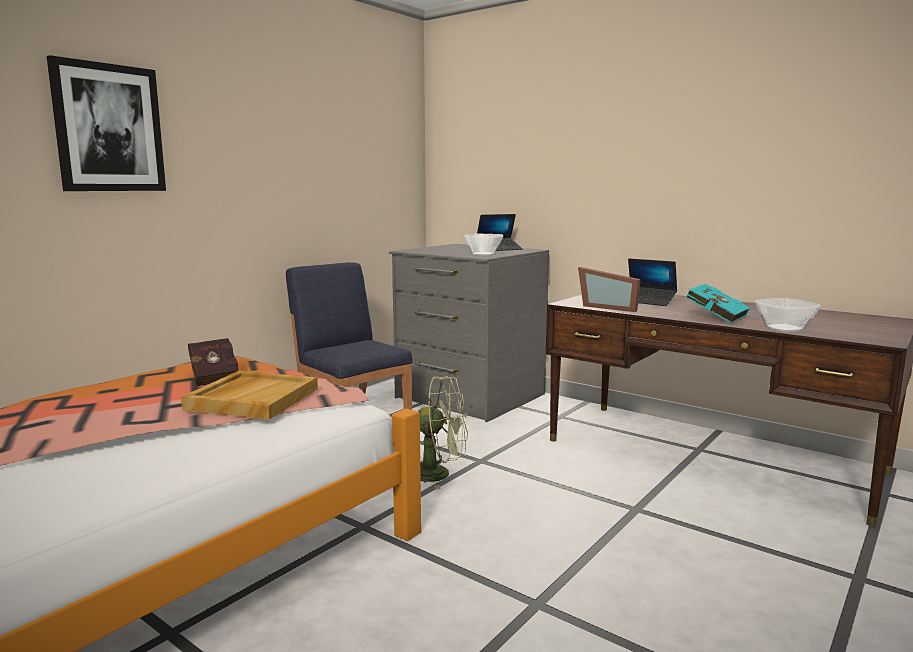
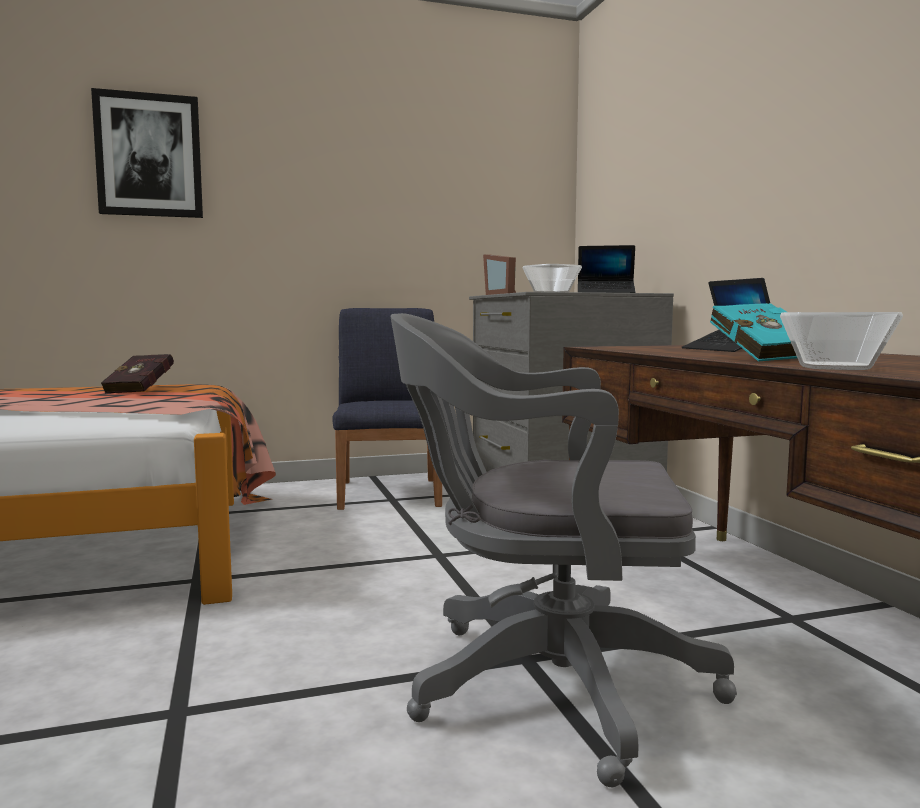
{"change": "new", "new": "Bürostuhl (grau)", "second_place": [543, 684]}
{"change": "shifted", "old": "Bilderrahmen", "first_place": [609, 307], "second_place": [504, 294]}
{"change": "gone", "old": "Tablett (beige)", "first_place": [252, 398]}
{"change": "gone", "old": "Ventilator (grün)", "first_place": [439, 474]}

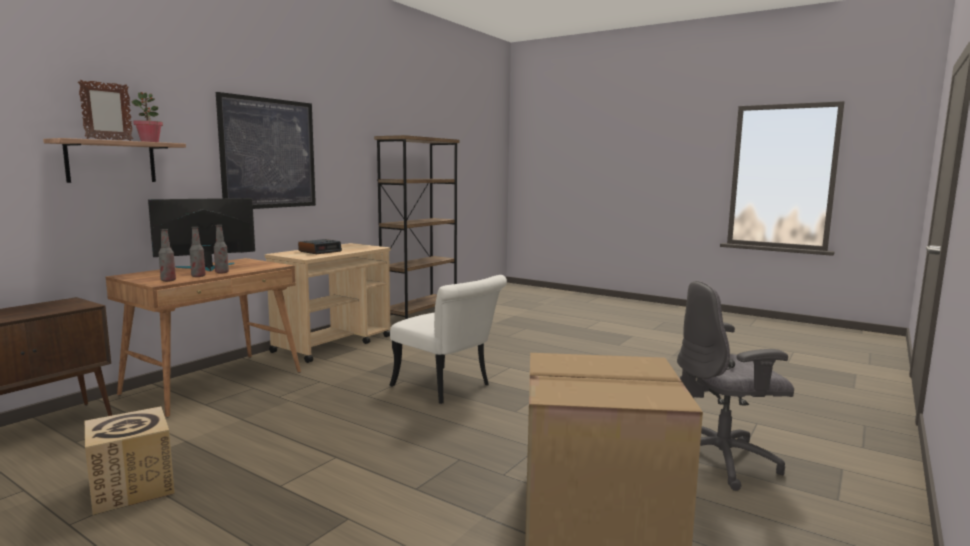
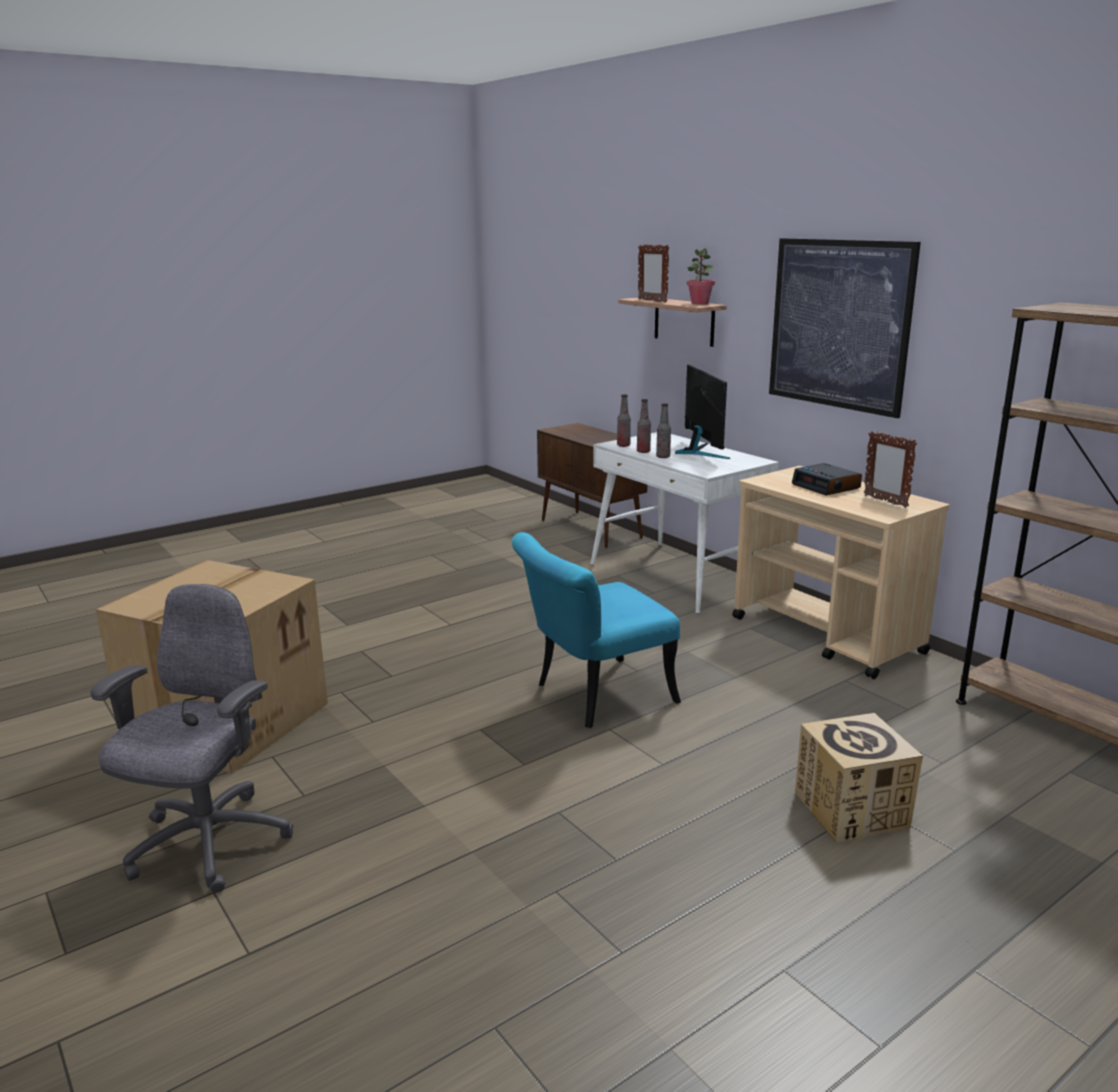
{"change": "repainted", "old": "Stuhl (weiß)", "new": "Stuhl (türkis)", "first_place": [448, 387], "second_place": [593, 697]}
{"change": "repainted", "old": "Schreibtisch (braun)", "new": "Schreibtisch (weiß)", "first_place": [214, 383], "second_place": [678, 576]}
{"change": "shifted", "old": "Karton", "first_place": [132, 488], "second_place": [851, 810]}
{"change": "new", "new": "Bilderrahmen", "second_place": [885, 501]}

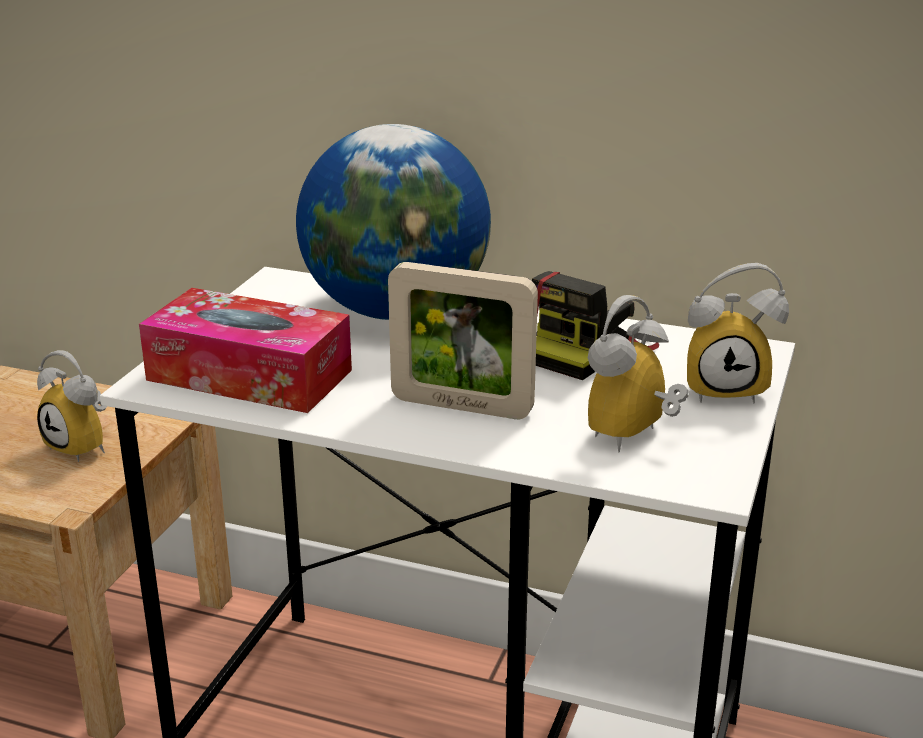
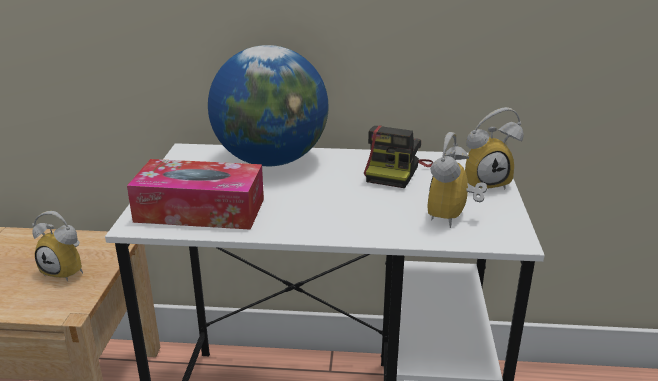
{"change": "gone", "old": "Bilderrahmen", "first_place": [461, 406]}

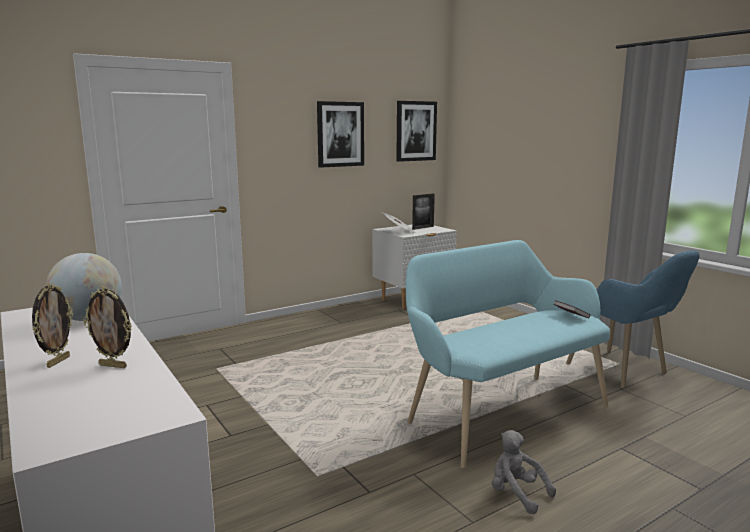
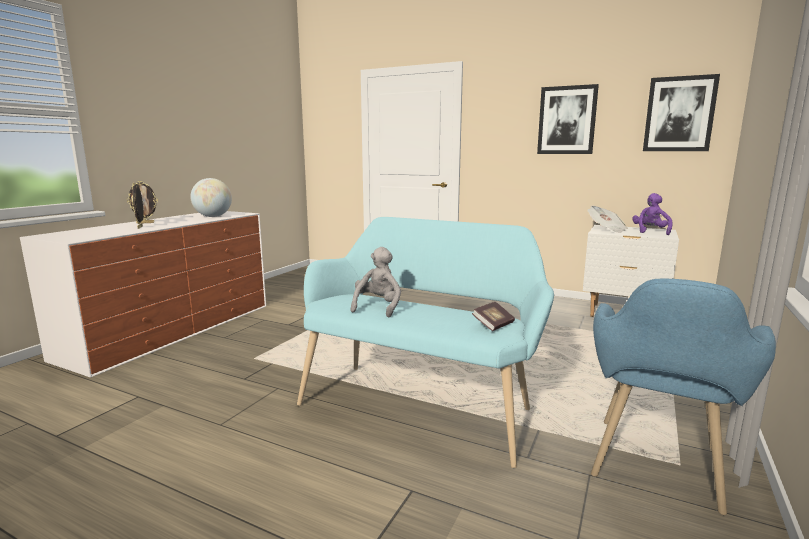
{"change": "shifted", "old": "Plüschtier (grau)", "first_place": [516, 494], "second_place": [378, 307]}
{"change": "swapped", "old": "Bilderrahmen", "new": "Plüschtier (lila)", "first_place": [423, 227], "second_place": [650, 232]}

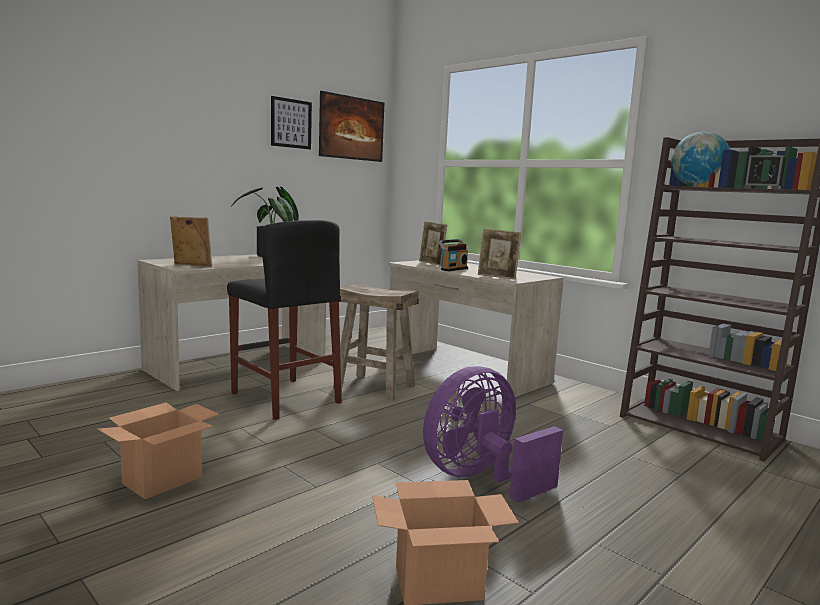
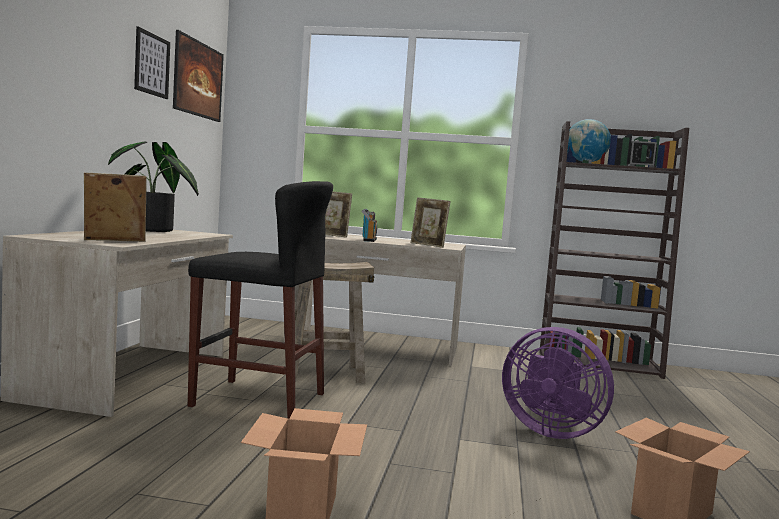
{"change": "rotated", "old": "Bilderrahmen", "first_place": [497, 277], "second_place": [428, 245], "degrees": 45}
{"change": "rotated", "old": "Ventilator (lila)", "first_place": [481, 478], "second_place": [551, 431], "degrees": -75}

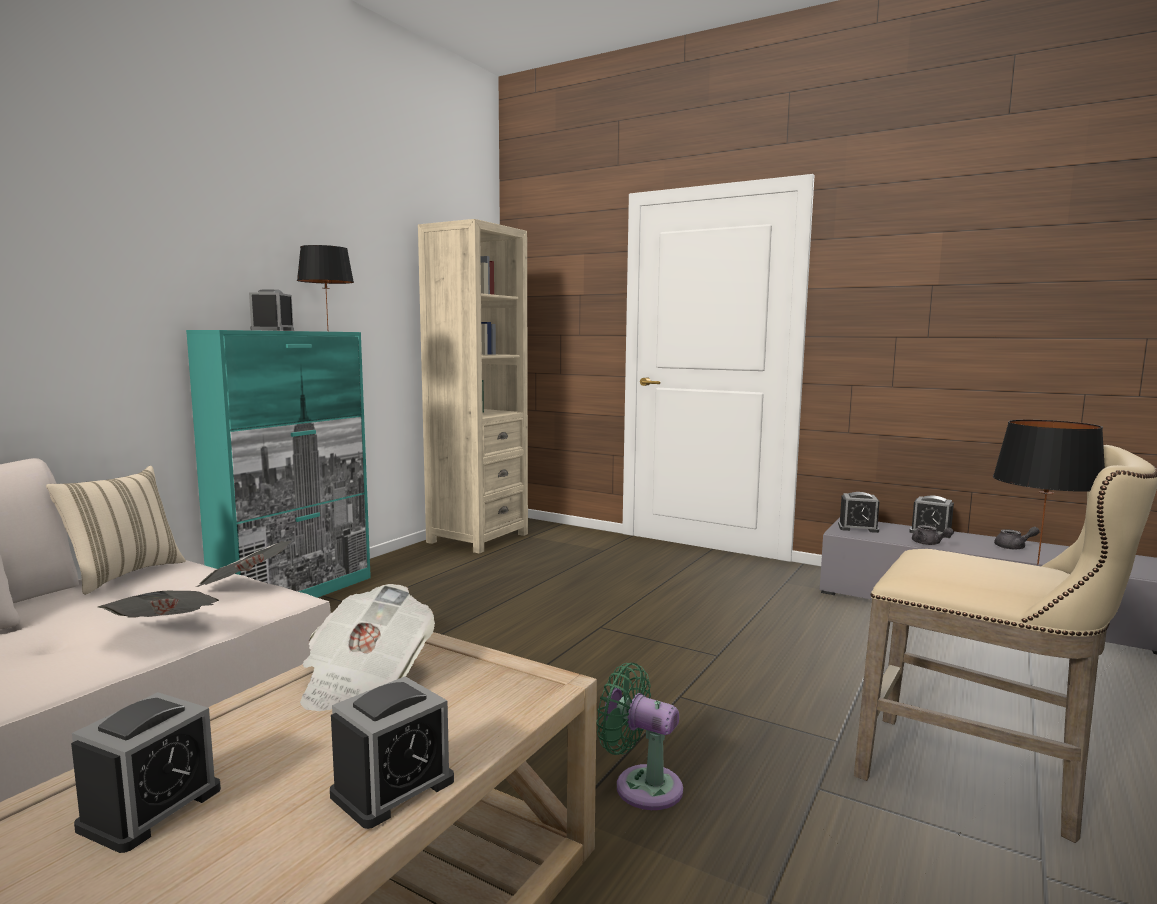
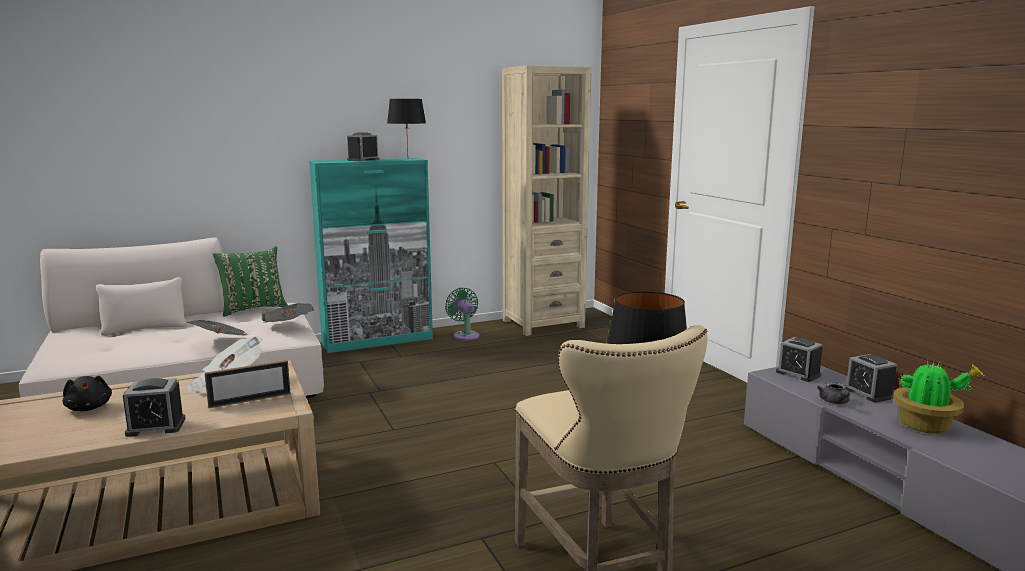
{"change": "swapped", "old": "Wecker", "new": "Plüschtier (schwarz)", "first_place": [151, 808], "second_place": [89, 408]}
{"change": "new", "new": "Bilderrahmen", "second_place": [250, 400]}
{"change": "repainted", "old": "Kissen (beige)", "new": "Kissen (grün)", "first_place": [123, 575], "second_place": [253, 309]}
{"change": "shifted", "old": "Ventilator (grün)", "first_place": [642, 785], "second_place": [465, 335]}
{"change": "swapped", "old": "Teekanne (grau)", "new": "Topfpflanze", "first_place": [1014, 547], "second_place": [927, 426]}

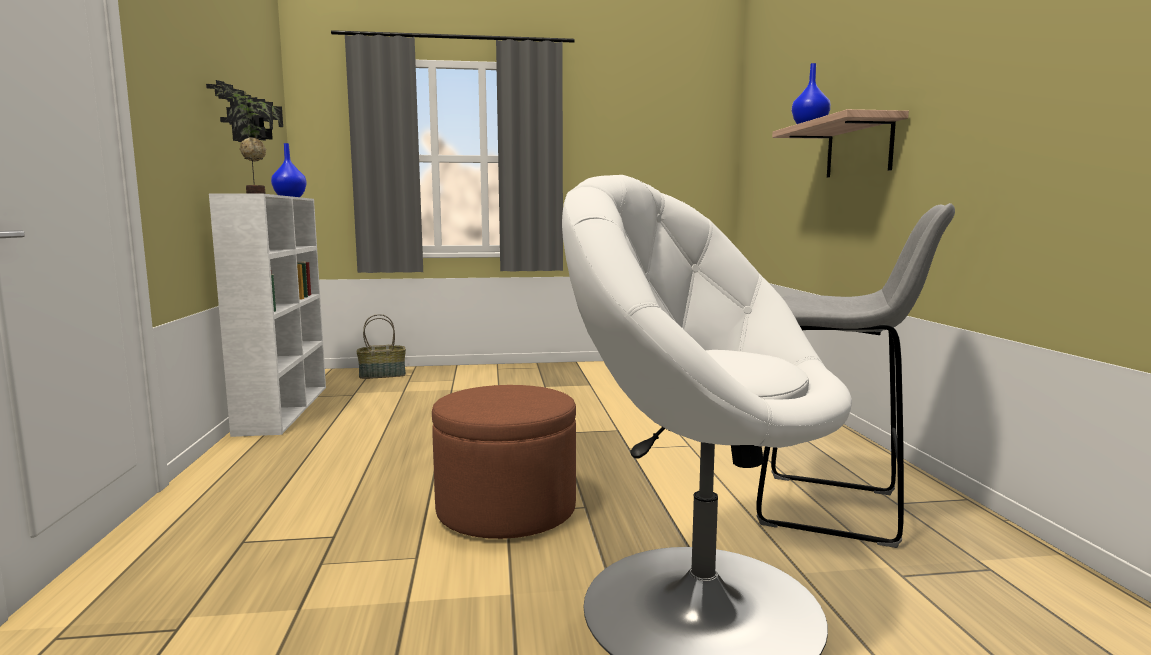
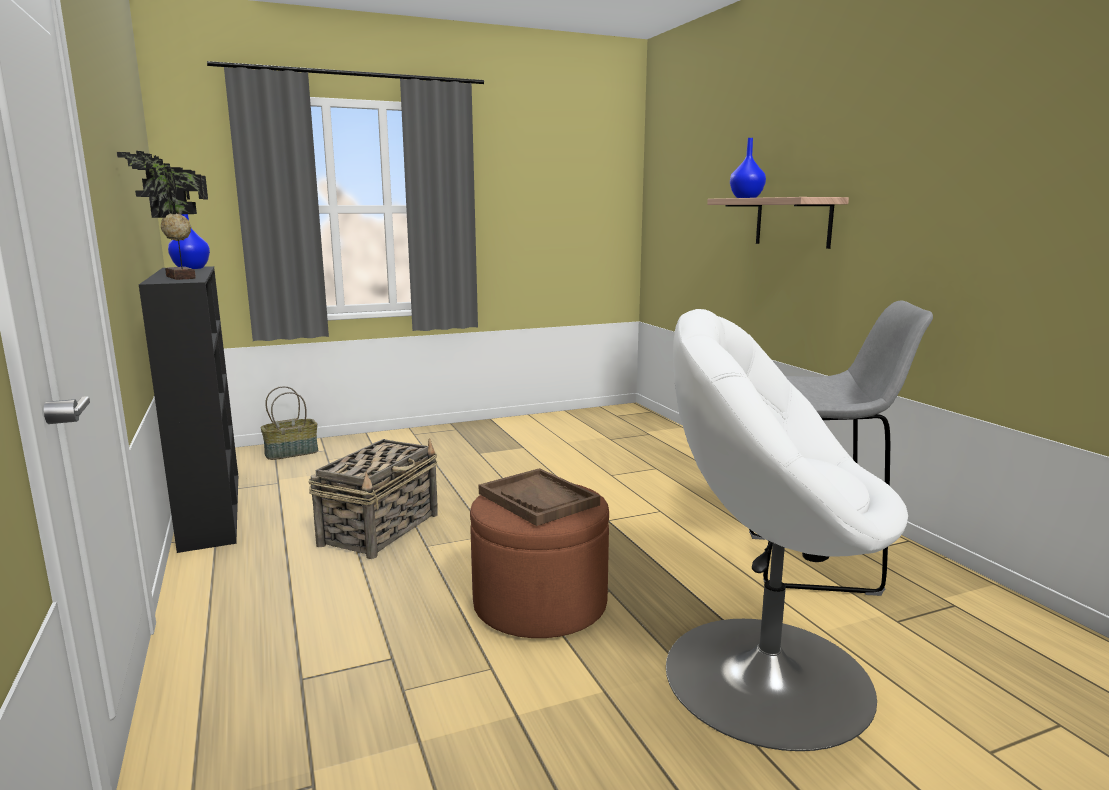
{"change": "repainted", "old": "Bücherregal (weiß)", "new": "Bücherregal (schwarz)", "first_place": [284, 408], "second_place": [211, 509]}
{"change": "new", "new": "Korb", "second_place": [381, 529]}
{"change": "new", "new": "Tablett (braun)", "second_place": [538, 499]}

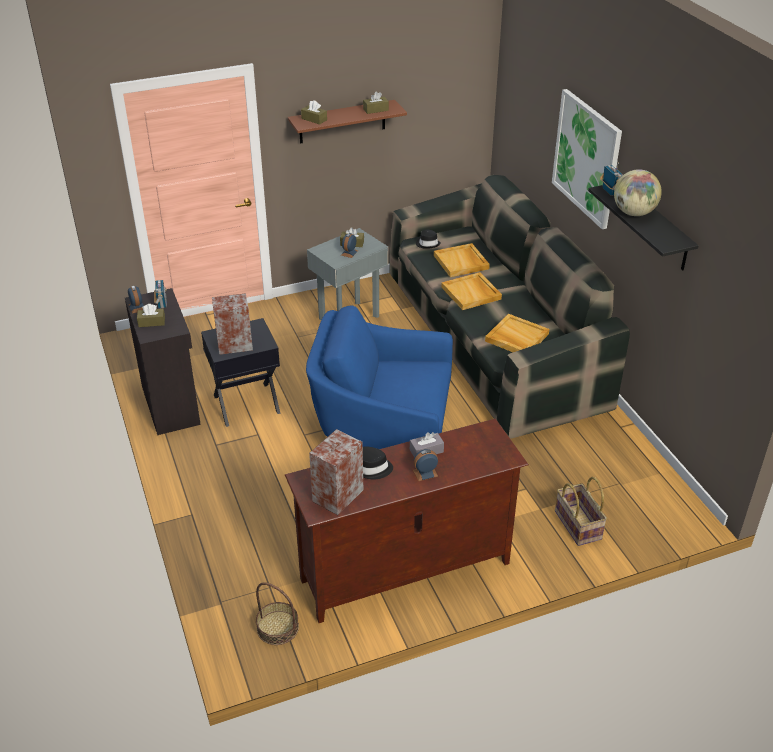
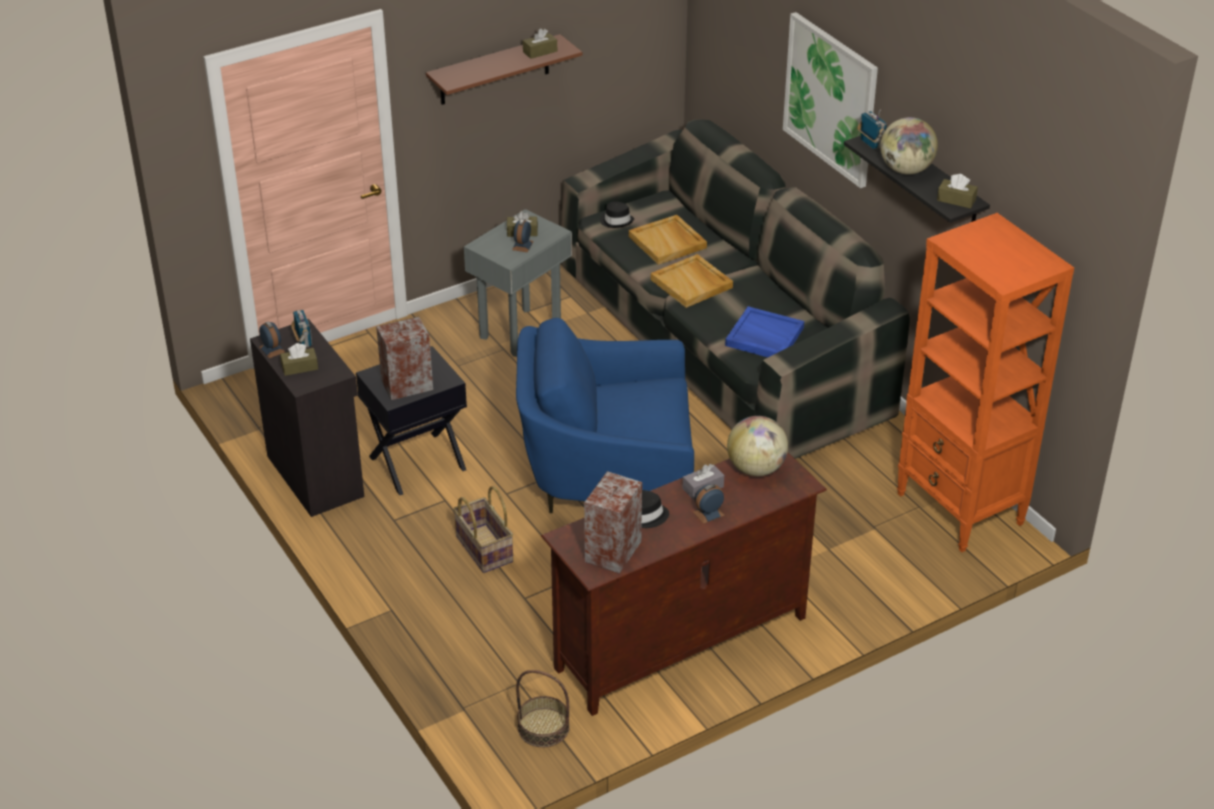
{"change": "shifted", "old": "Korb", "first_place": [577, 525], "second_place": [483, 549]}
{"change": "repainted", "old": "Tablett (beige)", "new": "Tablett (blau)", "first_place": [516, 337], "second_place": [763, 337]}
{"change": "new", "new": "Globus", "second_place": [756, 468]}
{"change": "new", "new": "Bücherregal (orange)", "second_place": [960, 510]}
{"change": "shifted", "old": "Taschentuchbox (braun)", "first_place": [314, 119], "second_place": [956, 200]}

